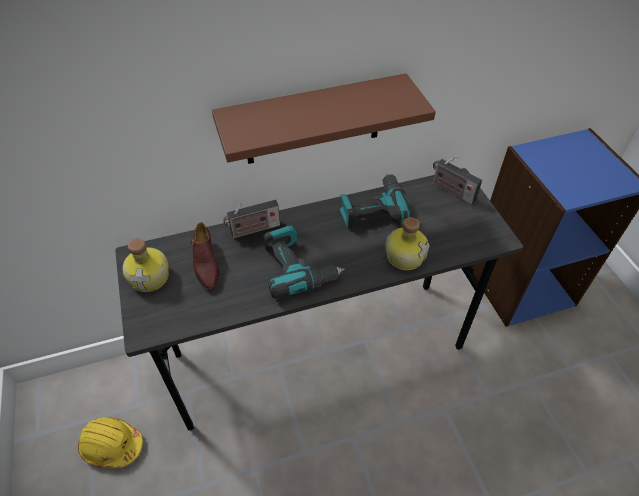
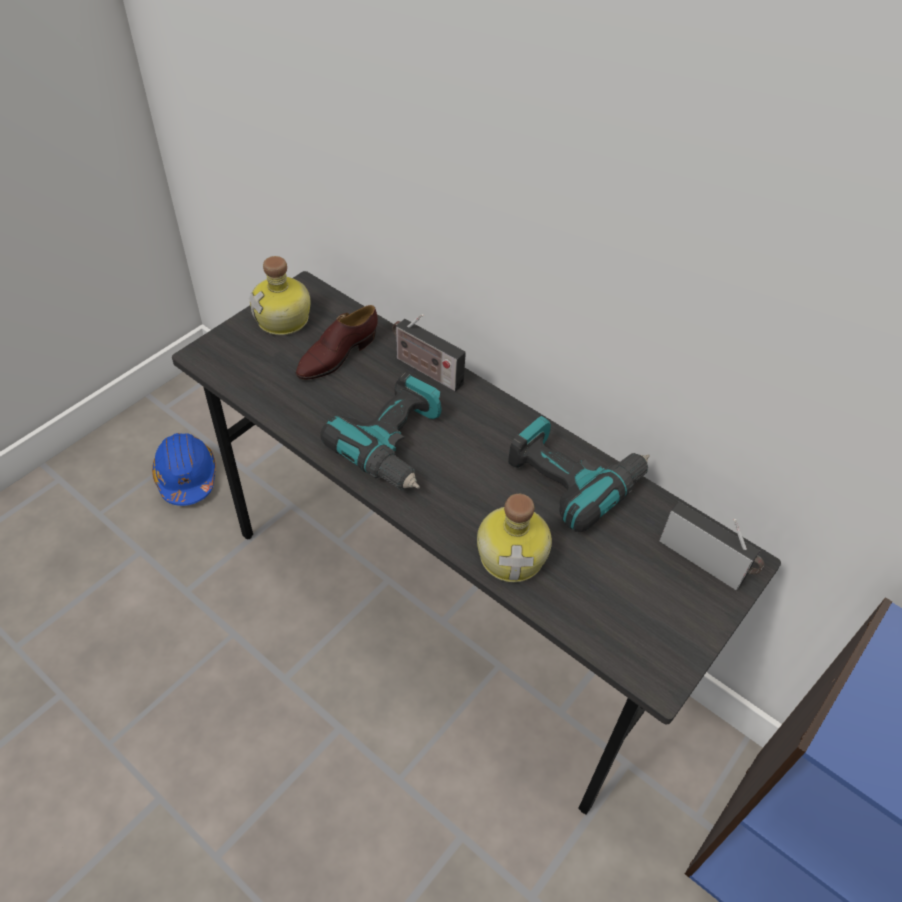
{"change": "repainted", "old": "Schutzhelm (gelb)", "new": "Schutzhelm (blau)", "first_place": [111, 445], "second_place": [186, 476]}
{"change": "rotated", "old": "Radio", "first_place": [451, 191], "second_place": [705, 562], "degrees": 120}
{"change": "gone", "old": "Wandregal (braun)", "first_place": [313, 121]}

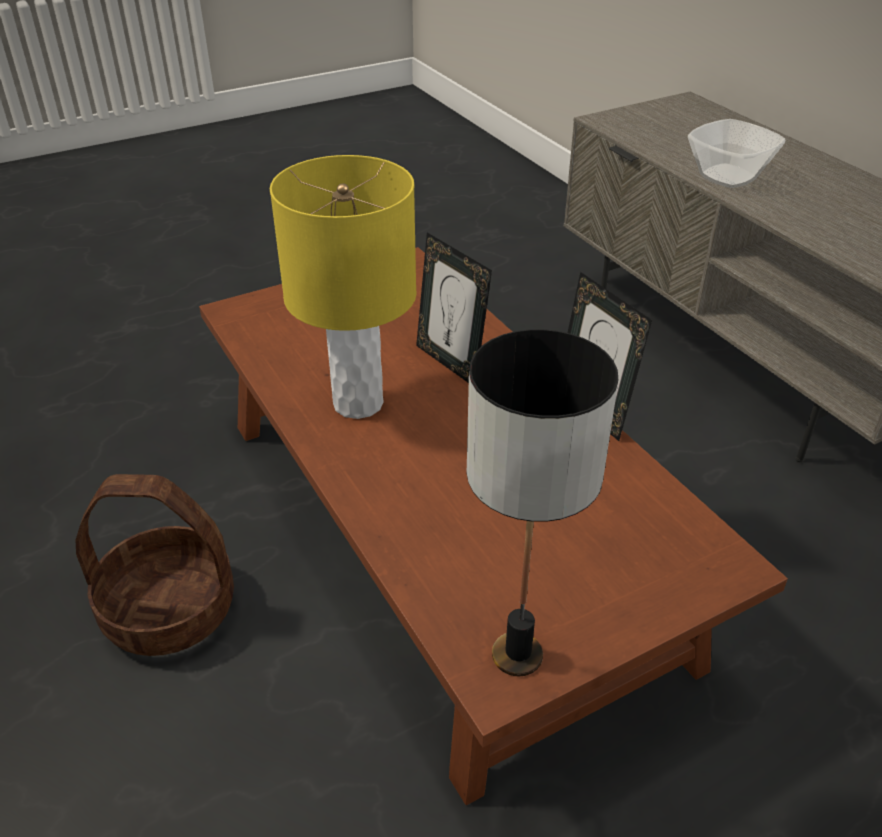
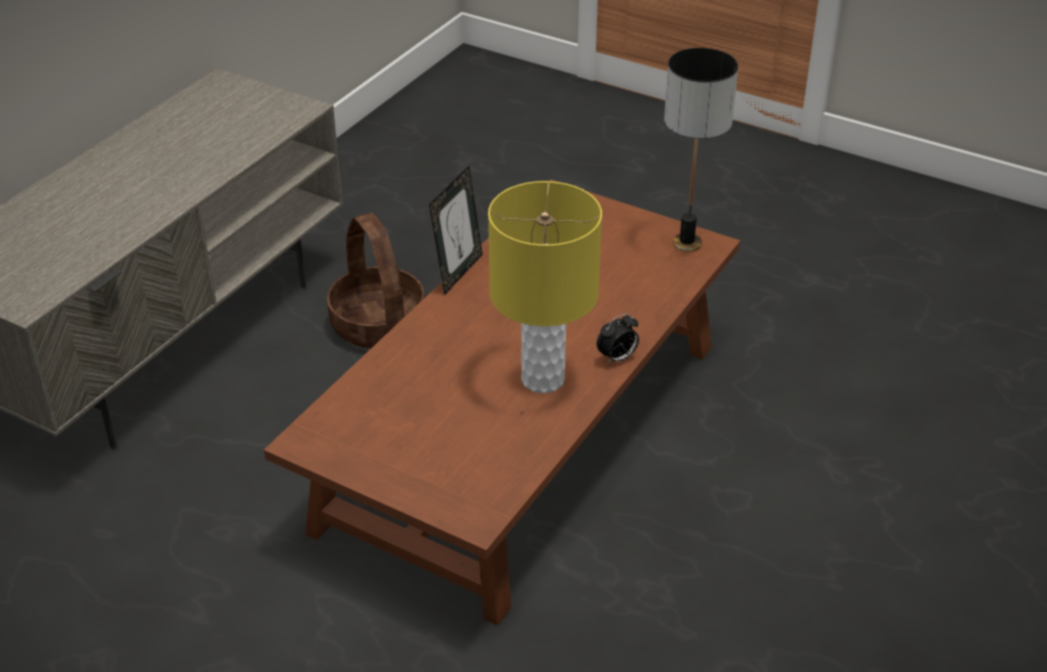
{"change": "shifted", "old": "Korb", "first_place": [168, 610], "second_place": [379, 324]}
{"change": "new", "new": "Wecker", "second_place": [617, 358]}
{"change": "gone", "old": "Bilderrahmen", "first_place": [450, 363]}
{"change": "gone", "old": "Schüssel", "first_place": [727, 176]}

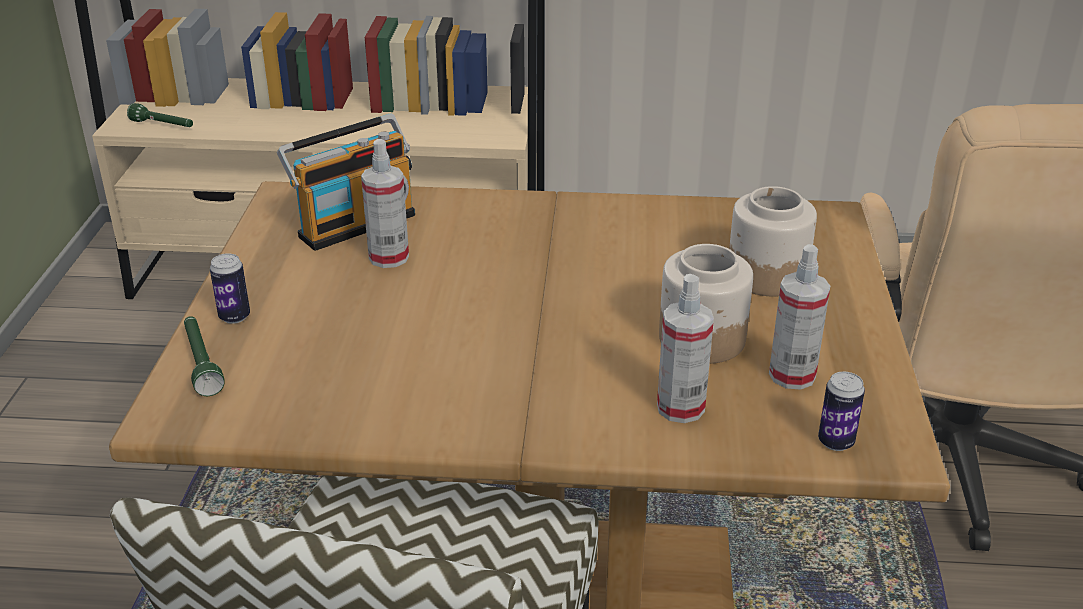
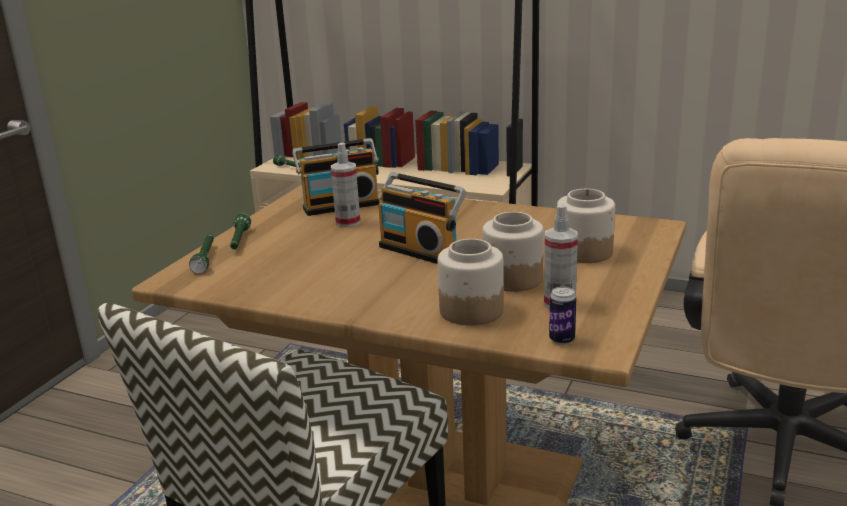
{"change": "swapped", "old": "Dose", "new": "Taschenlampe (grün)", "first_place": [234, 317], "second_place": [239, 241]}
{"change": "new", "new": "Radio", "second_place": [421, 251]}
{"change": "swapped", "old": "Sprühflasche", "new": "Vorratsglas", "first_place": [680, 408], "second_place": [470, 310]}

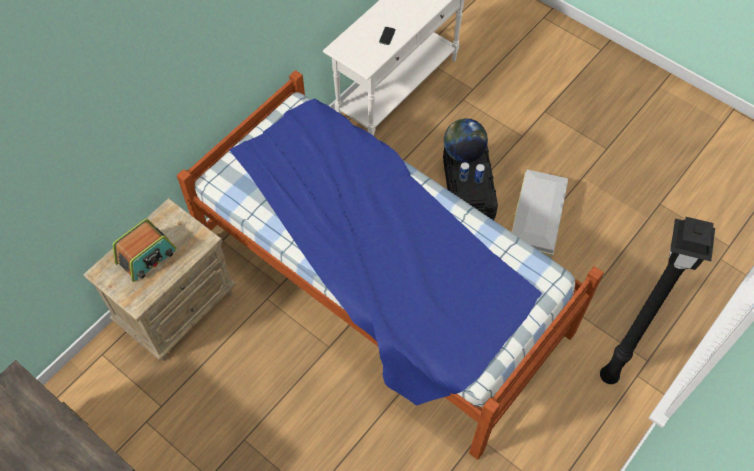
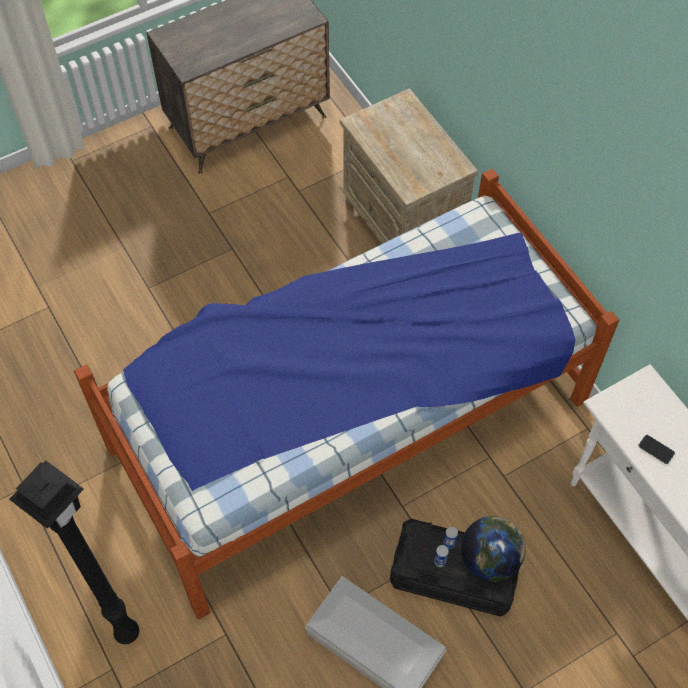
{"change": "gone", "old": "Radio", "first_place": [147, 257]}

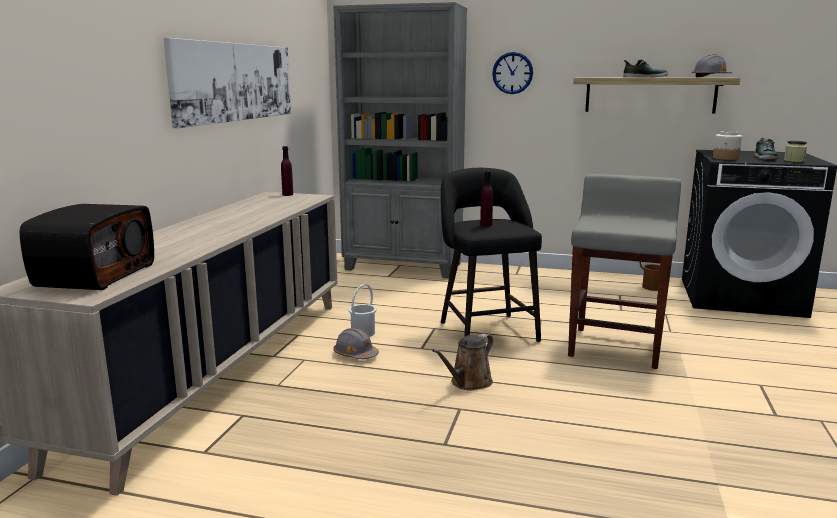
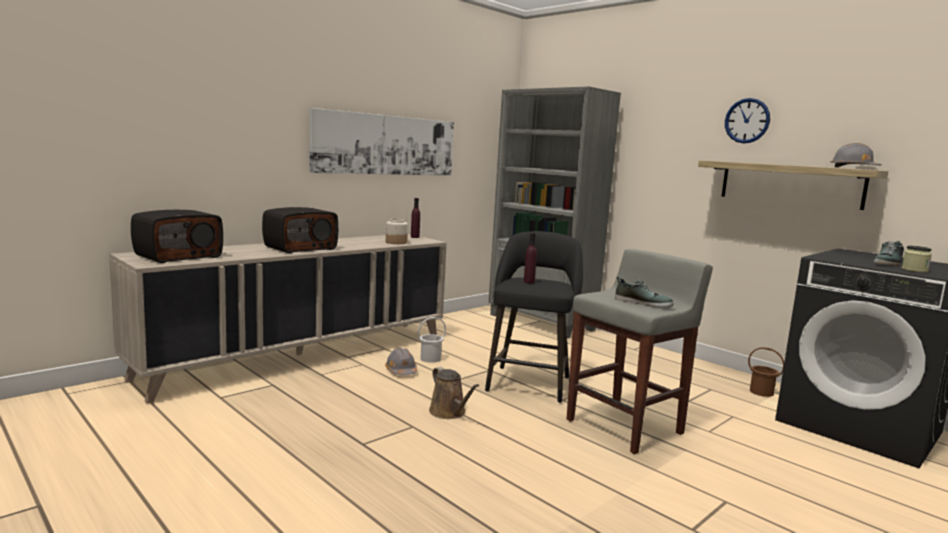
{"change": "new", "new": "Radio", "second_place": [300, 248]}
{"change": "shifted", "old": "Vorratsglas", "first_place": [725, 158], "second_place": [396, 242]}
{"change": "rotated", "old": "Gießkanne (braun)", "first_place": [468, 383], "second_place": [449, 412], "degrees": -105}
{"change": "shifted", "old": "Schuh", "first_place": [644, 77], "second_place": [643, 303]}
{"change": "shifted", "old": "Wanduhr", "first_place": [512, 73], "second_place": [747, 120]}

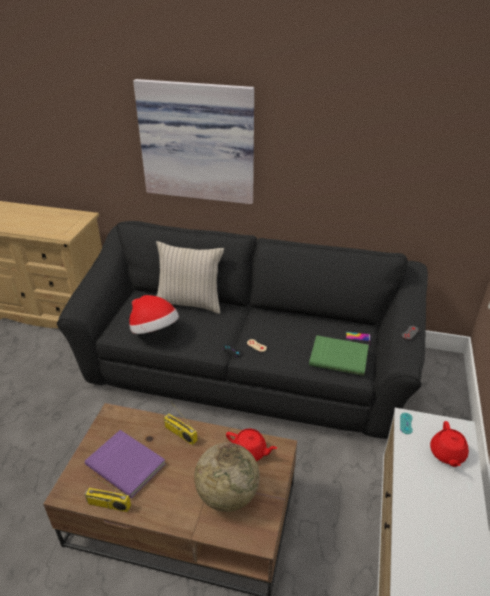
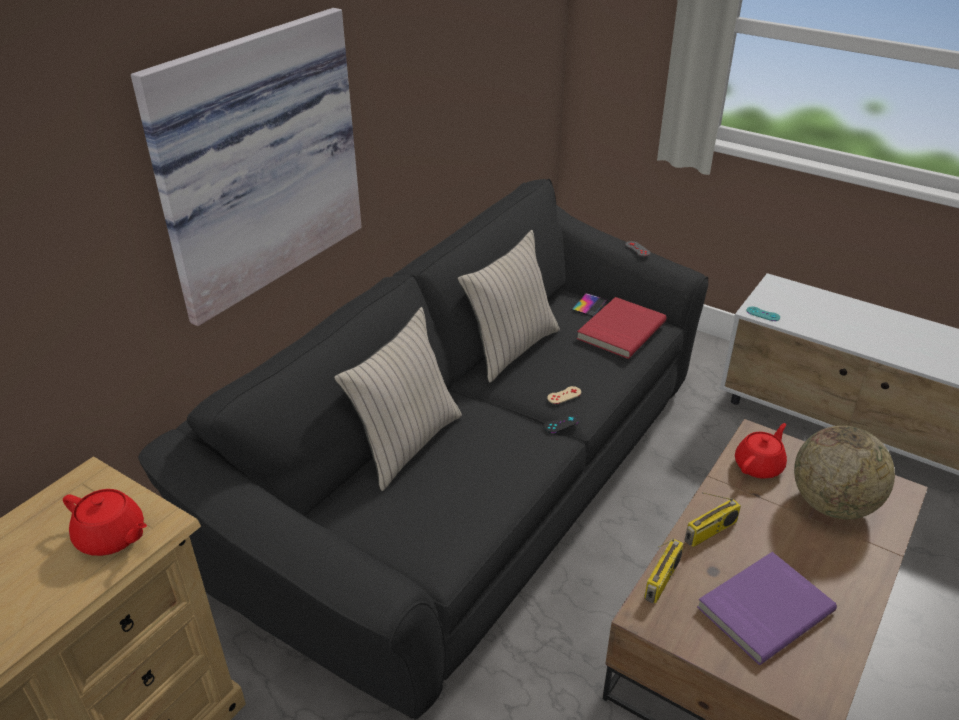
{"change": "shifted", "old": "Teekanne (rot)", "first_place": [447, 454], "second_place": [112, 537]}
{"change": "new", "new": "Kissen (beige)", "second_place": [510, 349]}
{"change": "repainted", "old": "Buch (grün)", "new": "Buch (rot)", "first_place": [339, 356], "second_place": [620, 330]}
{"change": "shifted", "old": "Radio", "first_place": [108, 505], "second_place": [662, 580]}
{"change": "gone", "old": "Hut", "first_place": [154, 330]}

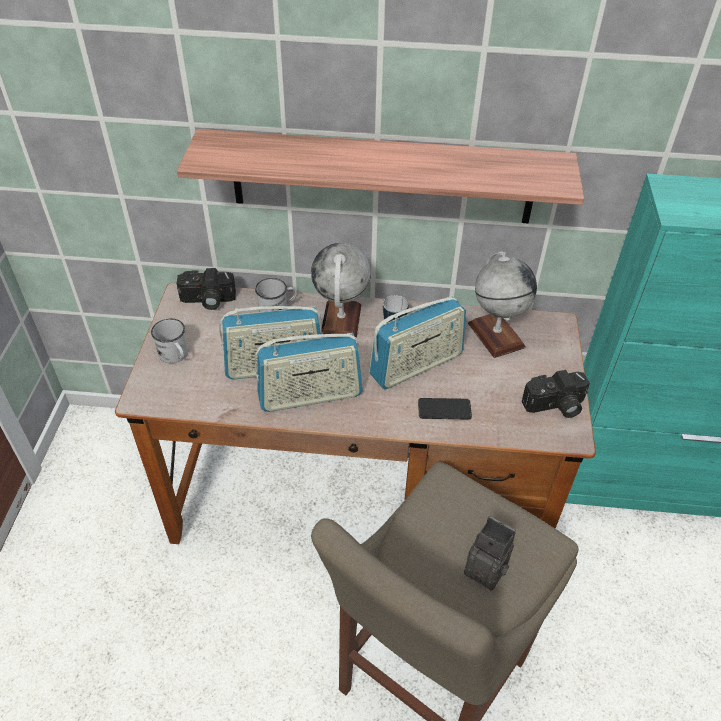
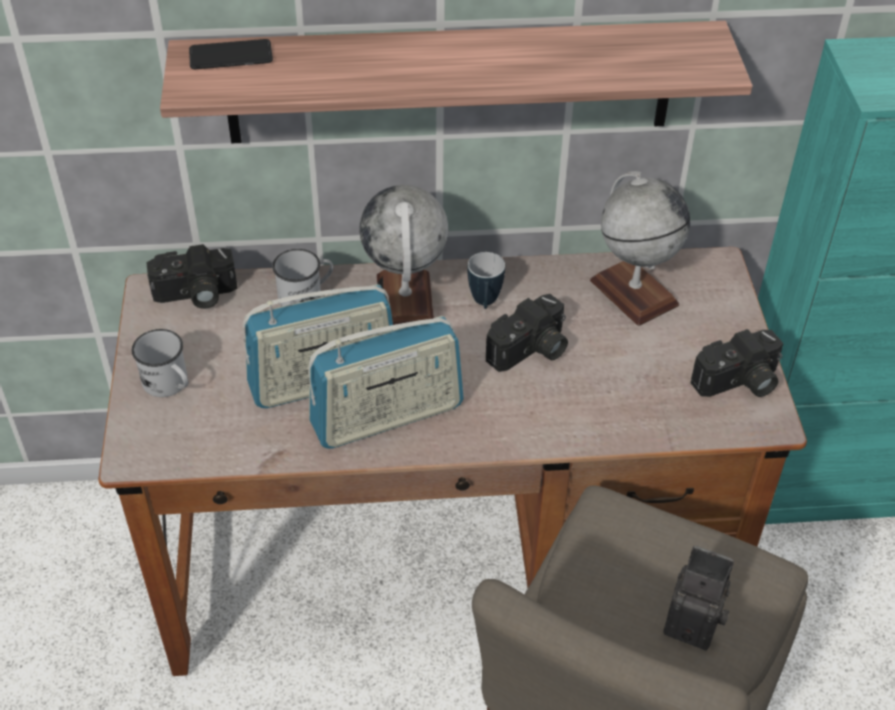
{"change": "shifted", "old": "Handy", "first_place": [444, 409], "second_place": [231, 56]}
{"change": "swapped", "old": "Radio", "new": "Kamera", "first_place": [416, 365], "second_place": [530, 351]}

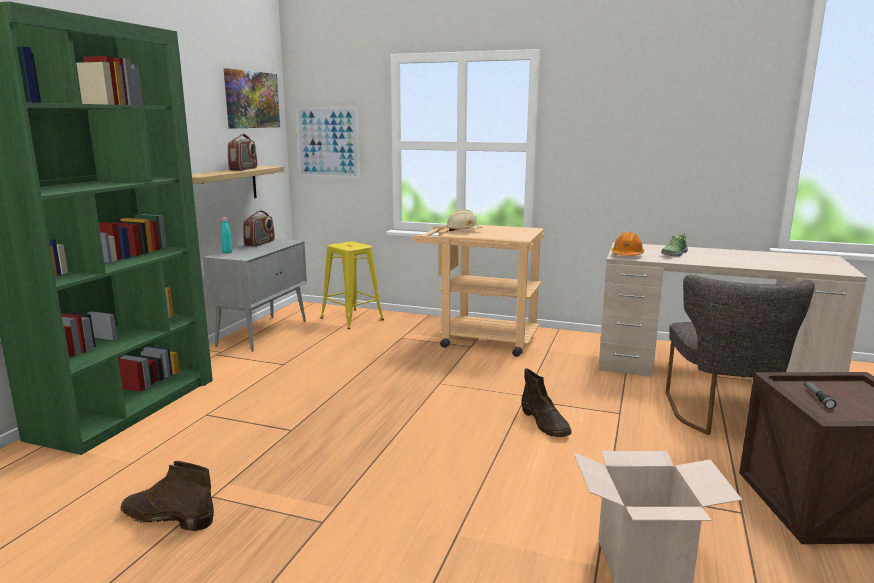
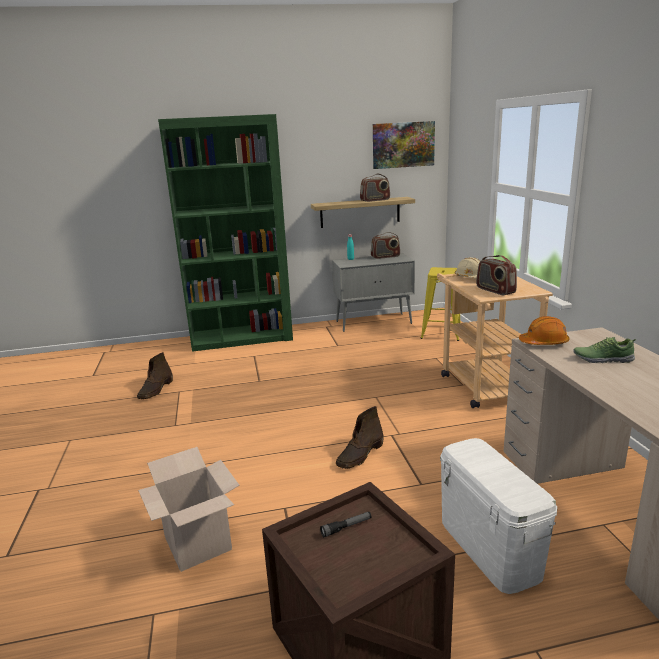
{"change": "rotated", "old": "Stiefel (braun)", "first_place": [167, 517], "second_place": [156, 390], "degrees": -150}
{"change": "swapped", "old": "Stuhl (grau)", "new": "Aufbewahrungsbox (weiß)", "first_place": [723, 417], "second_place": [488, 547]}
{"change": "new", "new": "Radio", "second_place": [495, 290]}
{"change": "gone", "old": "Bild", "first_place": [328, 142]}

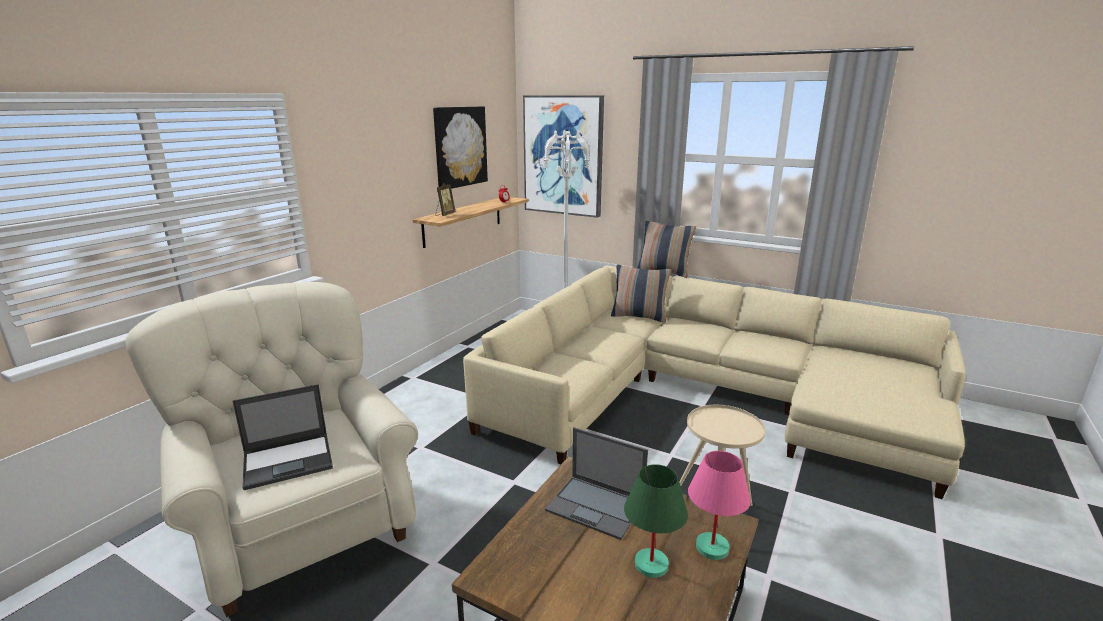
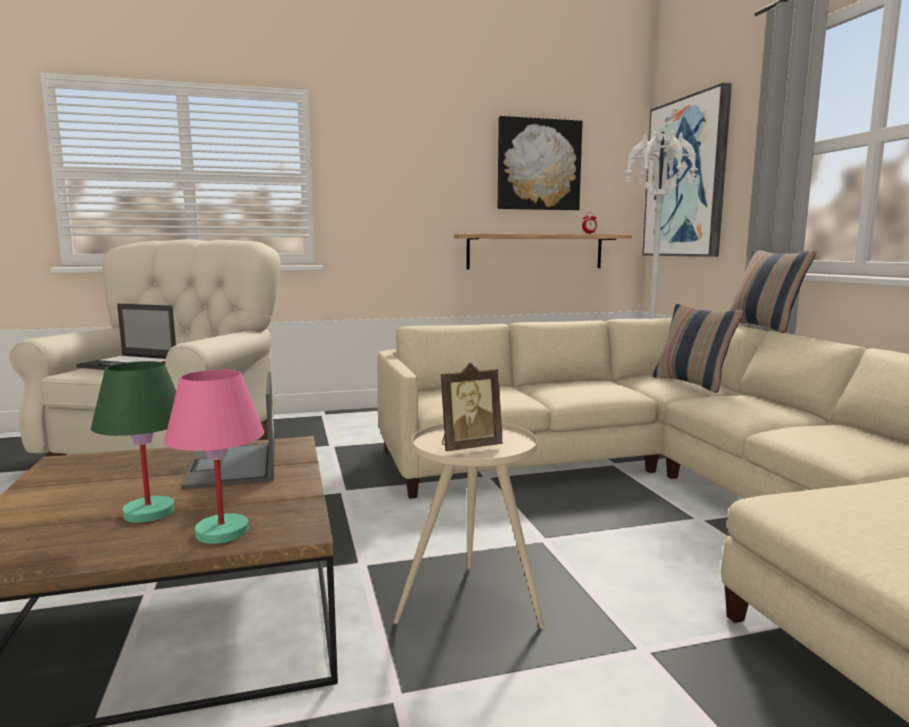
{"change": "shifted", "old": "Bilderrahmen", "first_place": [445, 215], "second_place": [468, 447]}

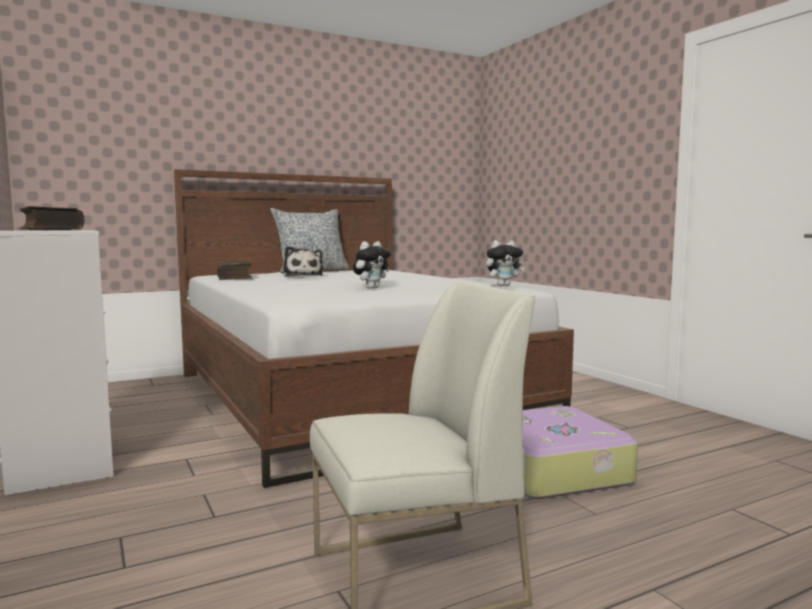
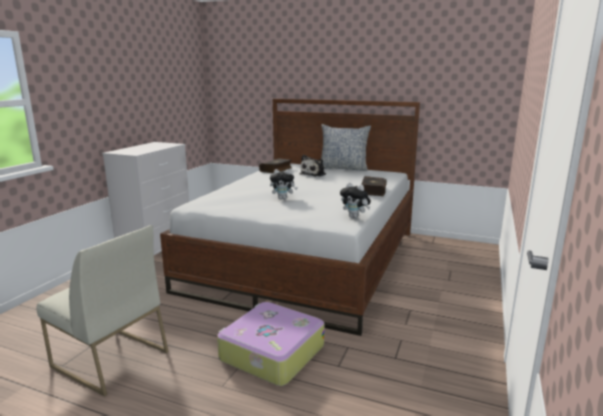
{"change": "shifted", "old": "Buch", "first_place": [50, 230], "second_place": [372, 191]}

